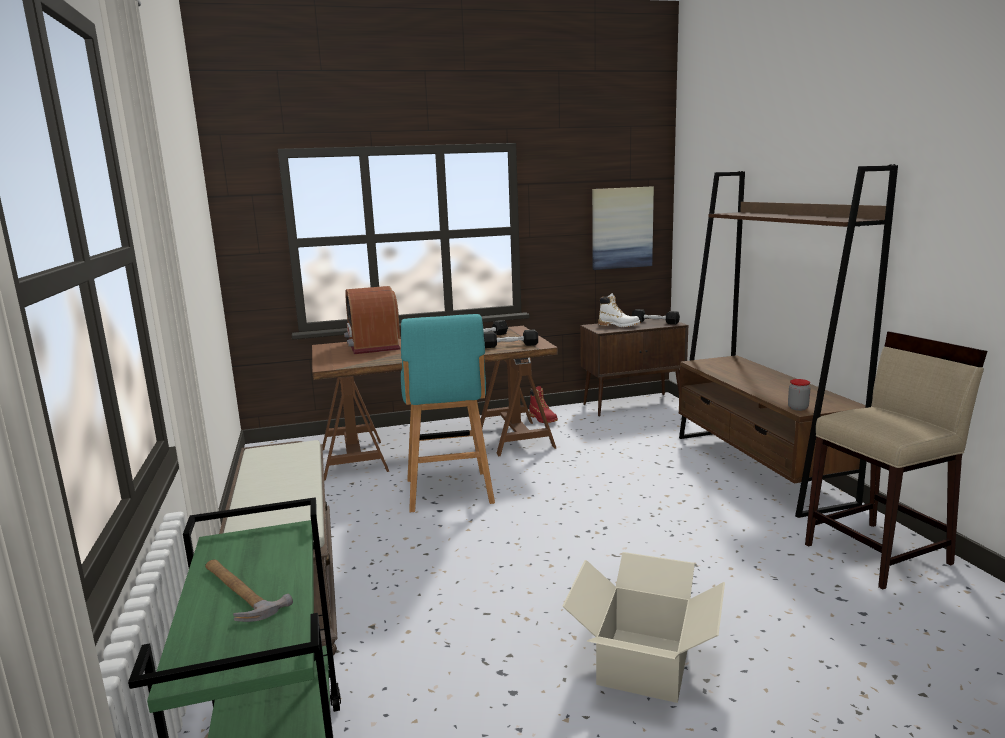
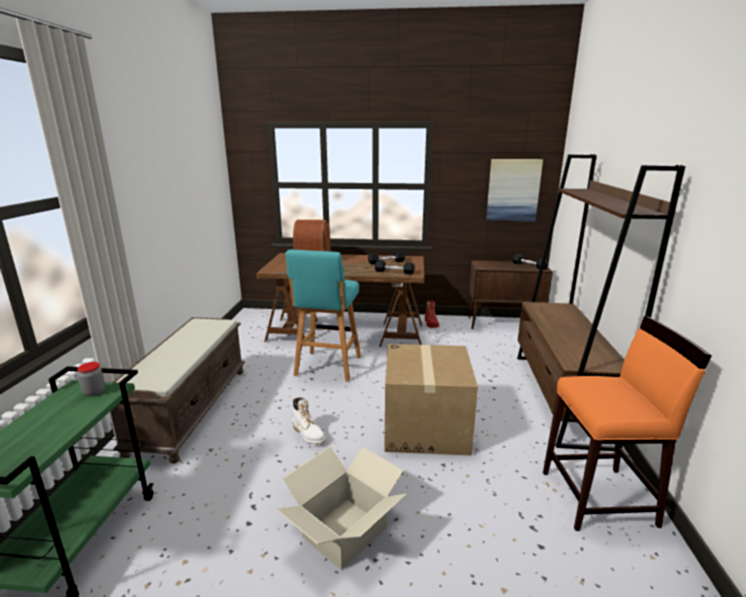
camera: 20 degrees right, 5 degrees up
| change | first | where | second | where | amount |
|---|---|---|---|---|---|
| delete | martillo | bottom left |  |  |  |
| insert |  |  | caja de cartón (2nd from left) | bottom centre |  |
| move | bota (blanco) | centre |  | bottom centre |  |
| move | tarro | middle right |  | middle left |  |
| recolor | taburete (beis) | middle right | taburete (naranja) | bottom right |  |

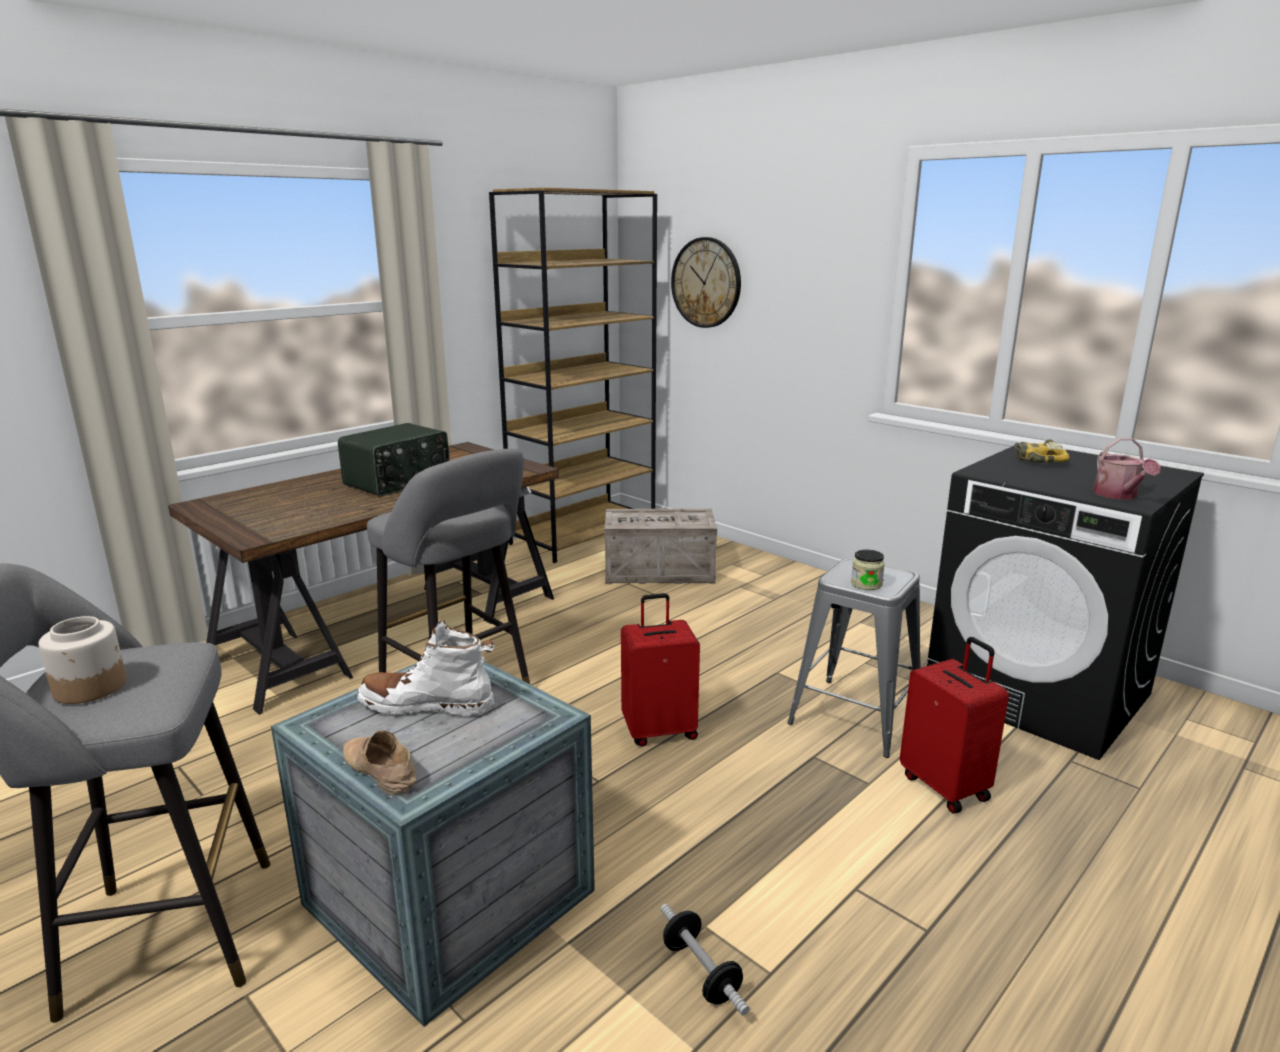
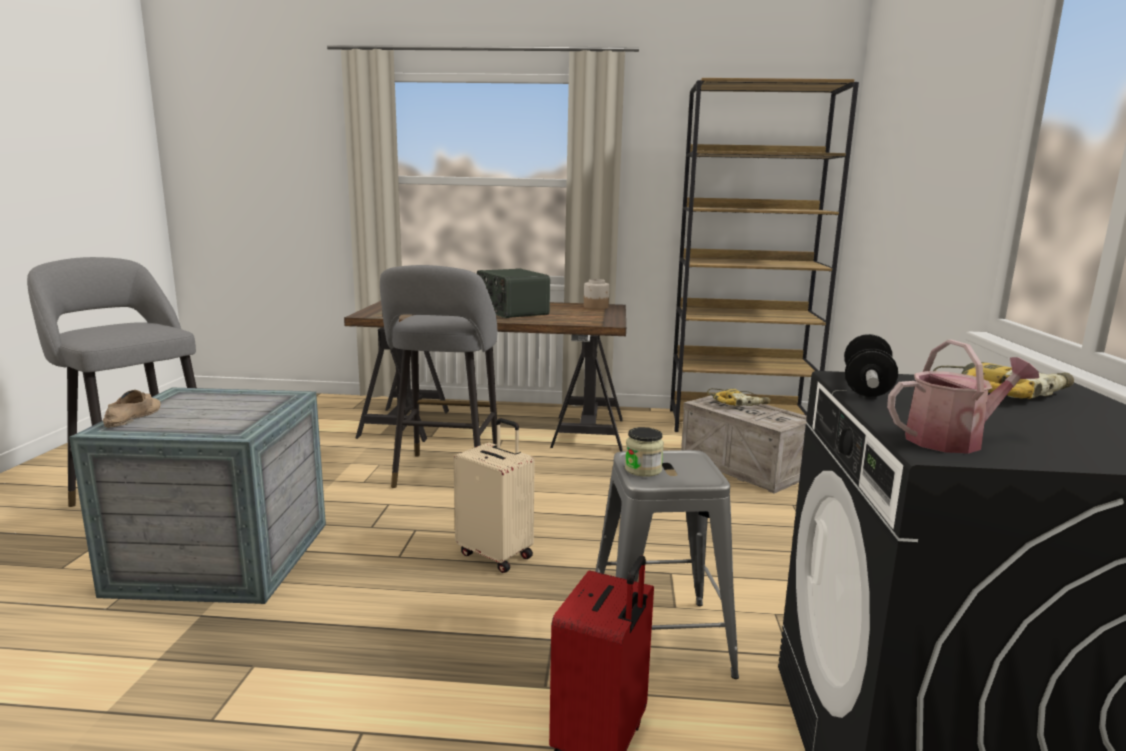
camera: 50 degrees right, 5 degrees down
| change | first | where | second | where | amount |
|---|---|---|---|---|---|
| delete | bota (blanco) | middle left |  |  |  |
| delete | reloj de pared | top centre |  |  |  |
| insert |  |  | taladro (1st from left) | centre |  |
| move | tarro (1st from left) | middle left |  | centre |  |
| move | mancuerna | bottom centre |  | middle right |  |
| recolor | maleta (rojo) (1st from left) | centre | maleta (beis) | centre |  |
| rotate | radio | middle left |  | centre | 60 degrees clockwise |
| rotate | regadera | middle right |  | middle right | 150 degrees counterclockwise |

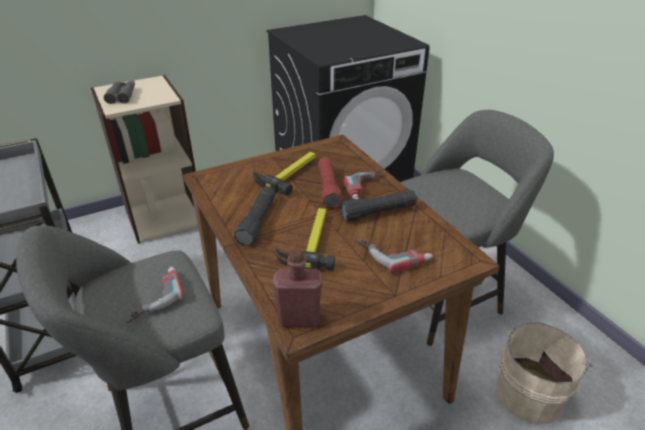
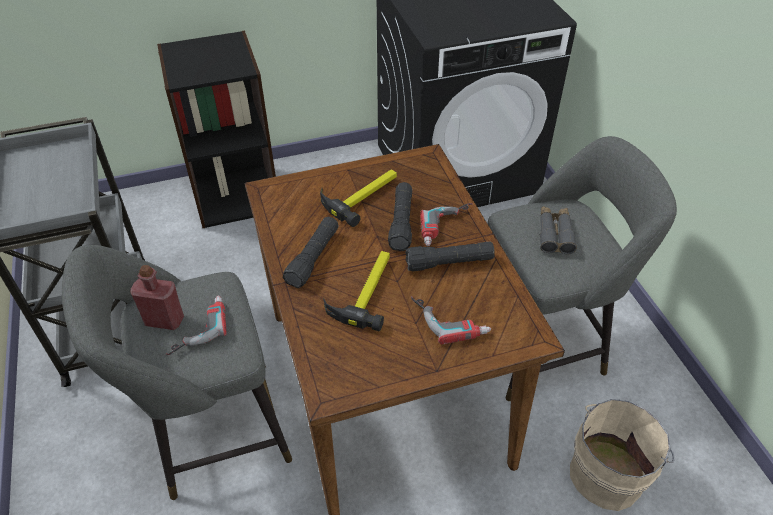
camera: 10 degrees right, 10 degrees up
| change | first | where | second | where | amount |
|---|---|---|---|---|---|
| move | prismáticos (gris) | top left |  | middle right |  |
| move | botella (rojo) | bottom centre |  | middle left |  |
| recolor | estantería (beis) | middle left | estantería (negro) | top left |  |
| recolor | linterna (rojo) | centre | linterna (negro) (2nd from left) | centre |  |

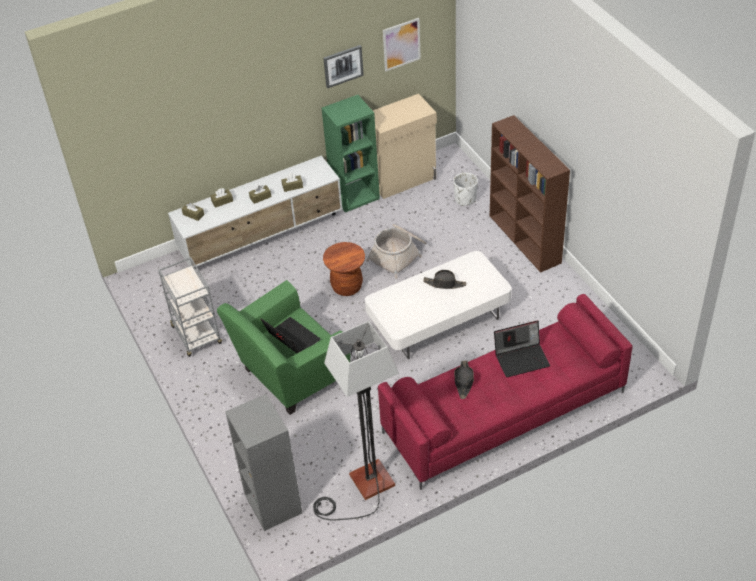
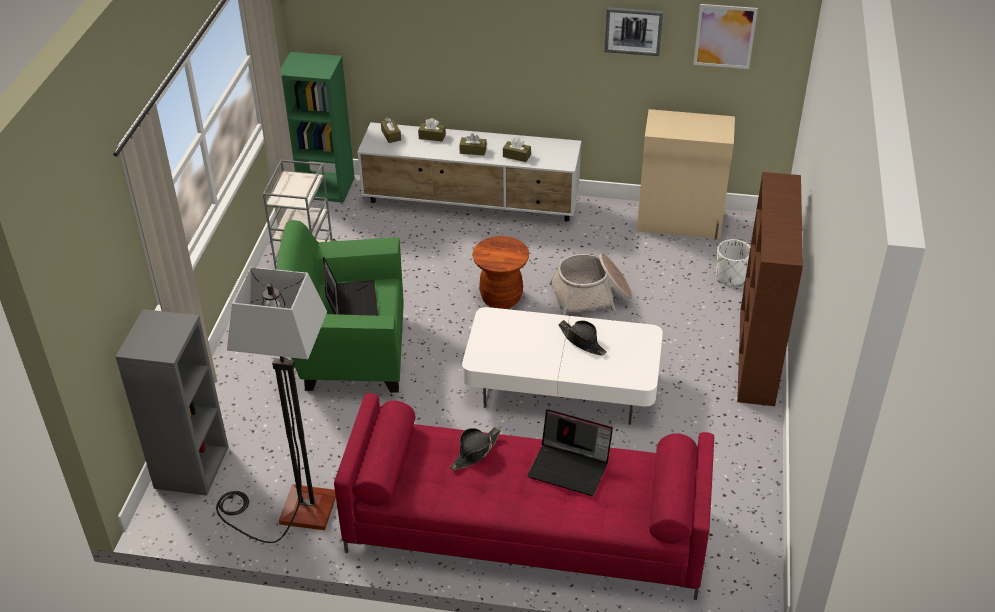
camera: 35 degrees right, 5 degrees down
| change | first | where | second | where | amount |
|---|---|---|---|---|---|
| move | estantería (verde) | top centre |  | top left |  |

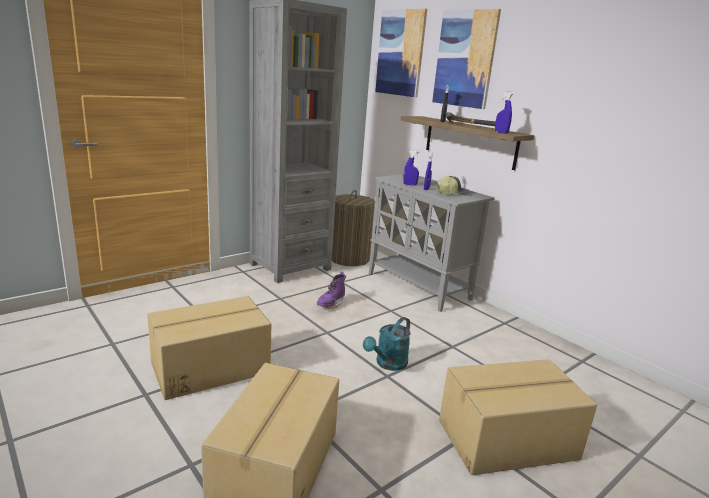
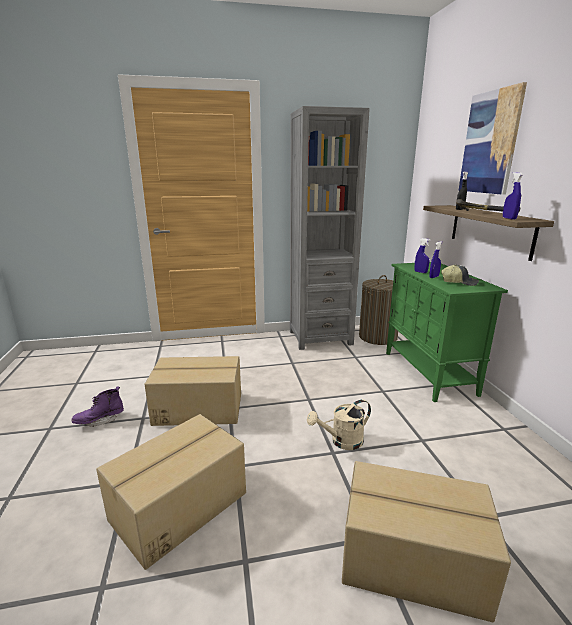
camera: 30 degrees right, 0 degrees up
| change | first | where | second | where | amount |
|---|---|---|---|---|---|
| delete | cuadro (1st from left) | top centre |  |  |  |
| move | bota (morado) | centre |  | middle left |  |
| recolor | regadera (turquesa) | bottom centre | regadera (beis) | bottom centre |  |
| recolor | armario (gris) | centre | armario (verde) | middle right |  |

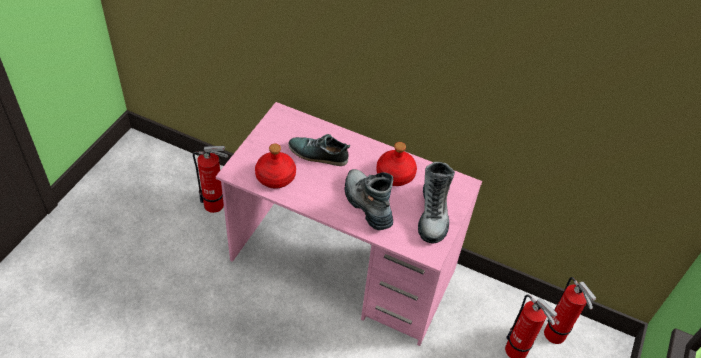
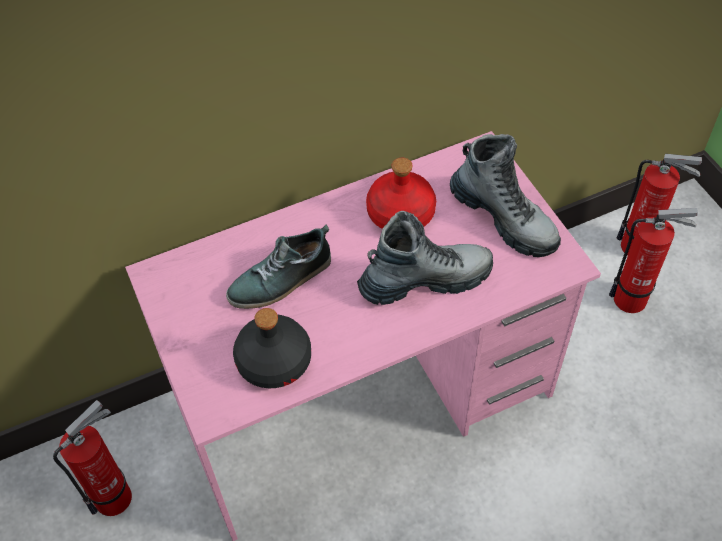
camera: 45 degrees left, 5 degrees up
| change | first | where | second | where | amount |
|---|---|---|---|---|---|
| recolor | botella (rojo) (1st from left) | centre | botella (negro) | centre |  |
| rotate | bota (1st from left) | centre |  | centre | 150 degrees clockwise |

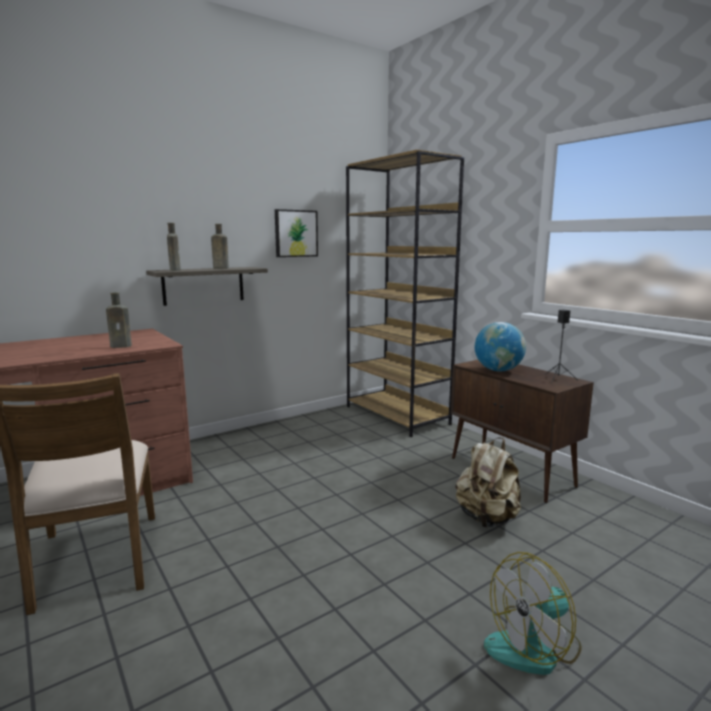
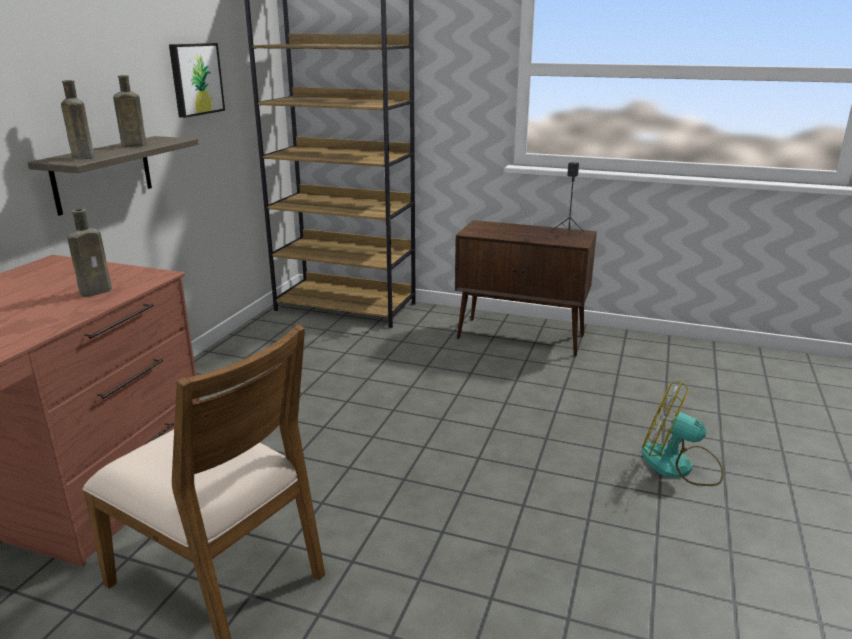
camera: 35 degrees left, 10 degrees up
| change | first | where | second | where | amount |
|---|---|---|---|---|---|
| delete | mochila (beis) | bottom right |  |  |  |
| delete | globo terráqueo | middle right |  |  |  |
| rotate | ventilador | bottom right |  | bottom right | 90 degrees clockwise |

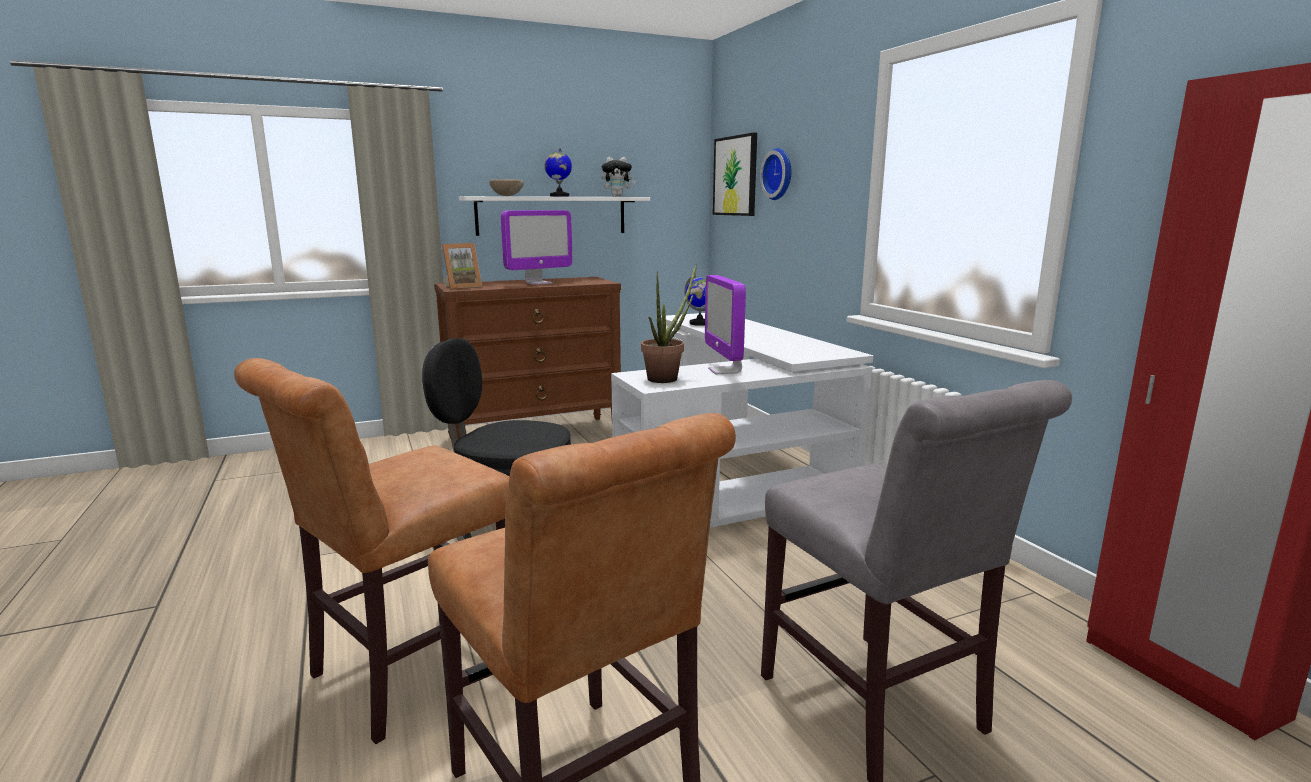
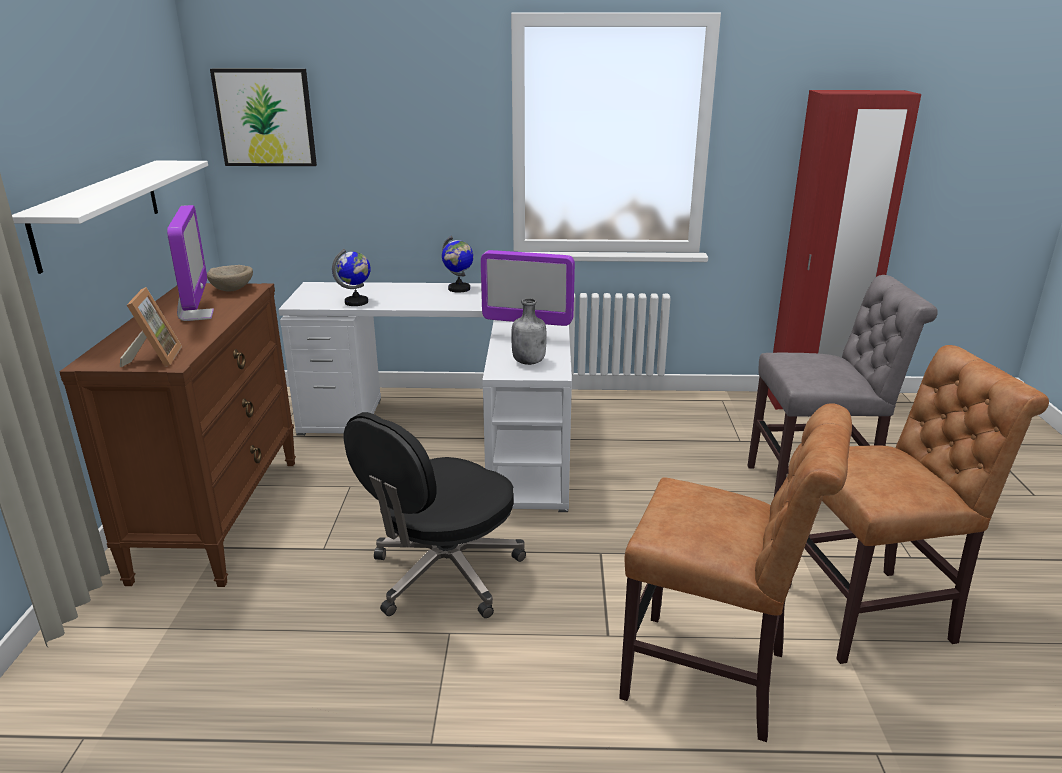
camera: 65 degrees left, 10 degrees up
| change | first | where | second | where | amount |
|---|---|---|---|---|---|
| delete | peluche | top centre |  |  |  |
| delete | reloj de pared | top centre |  |  |  |
| move | cuenco (beis) | top centre |  | middle left |  |
| move | globo terráqueo (1st from left in the first image) | top centre | globo terráqueo (2nd from left) | centre |  |
| replace | planta en maceta | centre | botella (gris) | centre |  |
| rotate | silla (marrón) (1st from left) | bottom left |  | bottom right | 45 degrees counterclockwise |

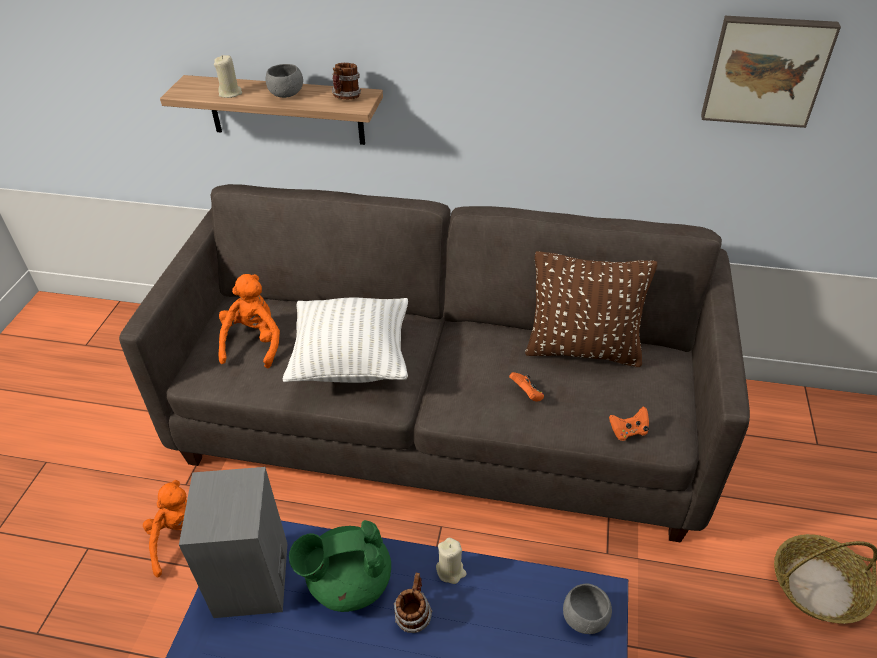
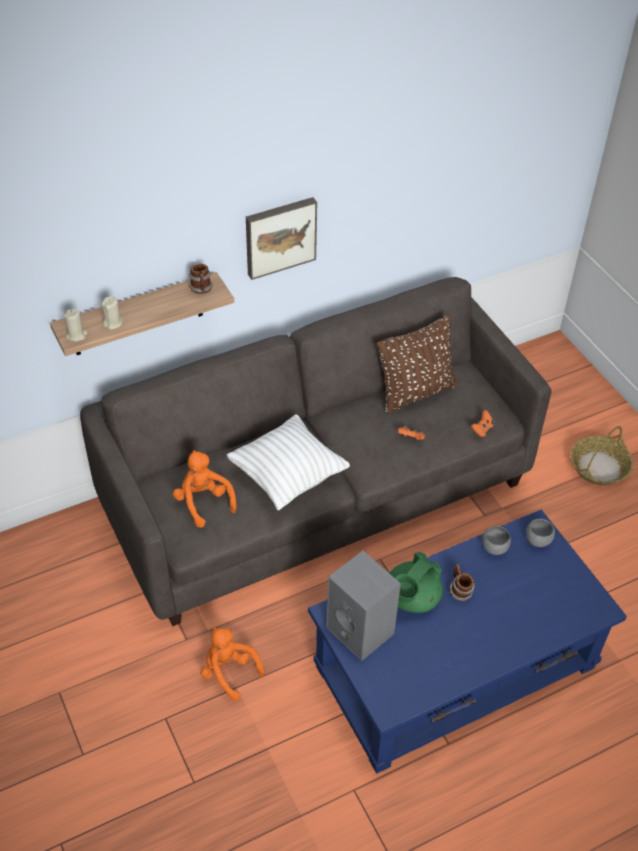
camera: 40 degrees left, 5 degrees up
| change | first | where | second | where | amount |
|---|---|---|---|---|---|
| move | cuenco (gris) (1st from left) | top left |  | middle right |  |
| move | vela (beis) (2nd from left in the first image) | bottom centre | vela (beis) (1st from left) | middle left |  |
| move | cuadro | top right |  | top centre |  |

